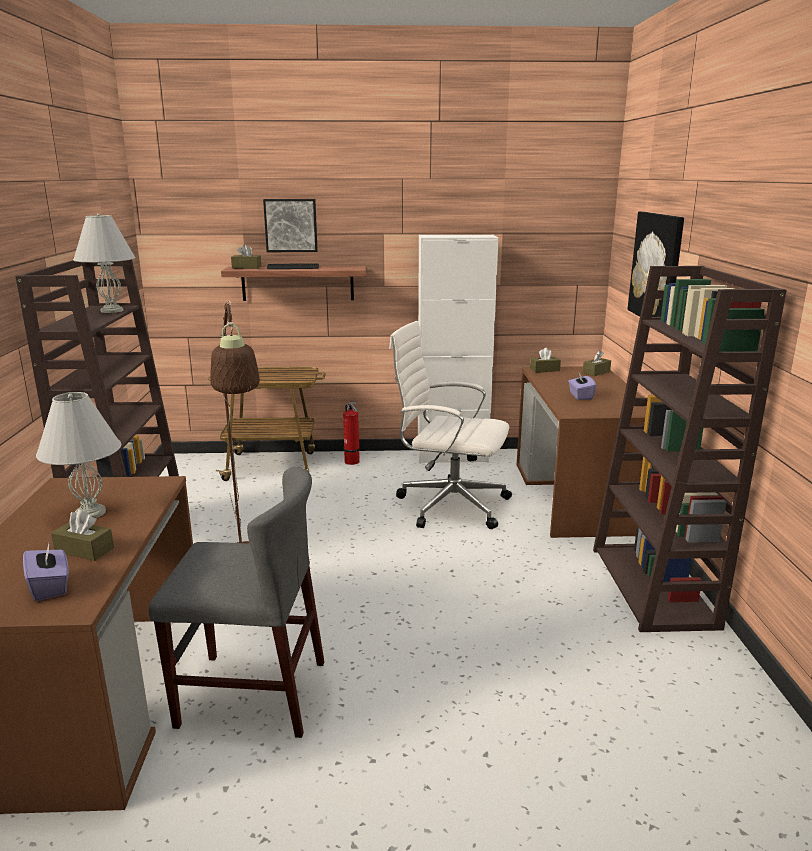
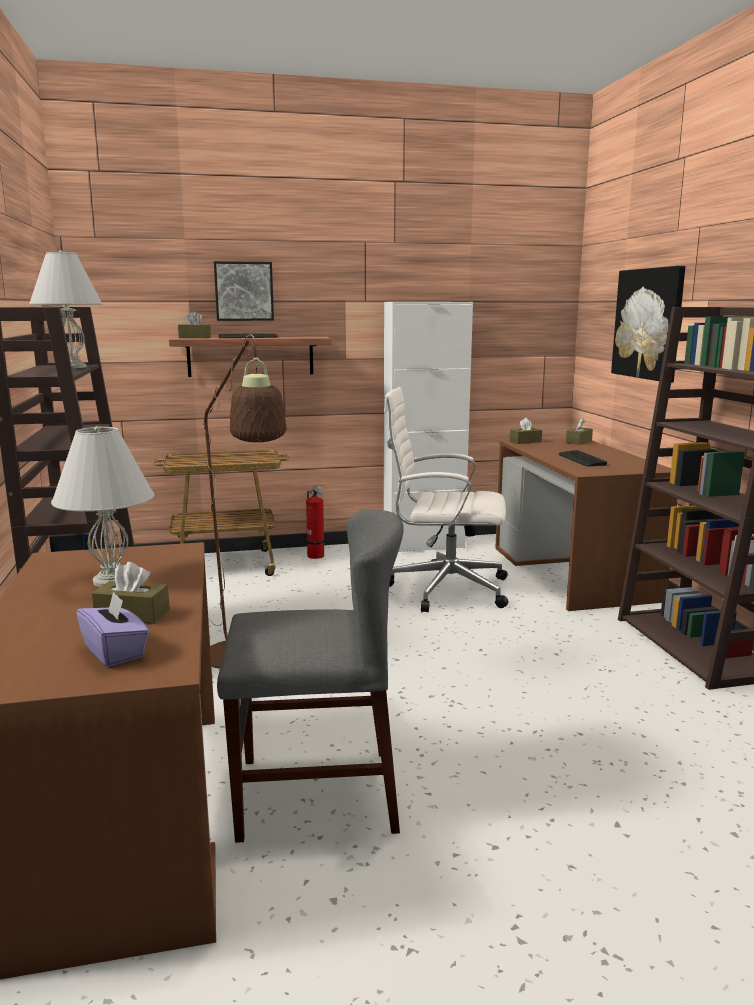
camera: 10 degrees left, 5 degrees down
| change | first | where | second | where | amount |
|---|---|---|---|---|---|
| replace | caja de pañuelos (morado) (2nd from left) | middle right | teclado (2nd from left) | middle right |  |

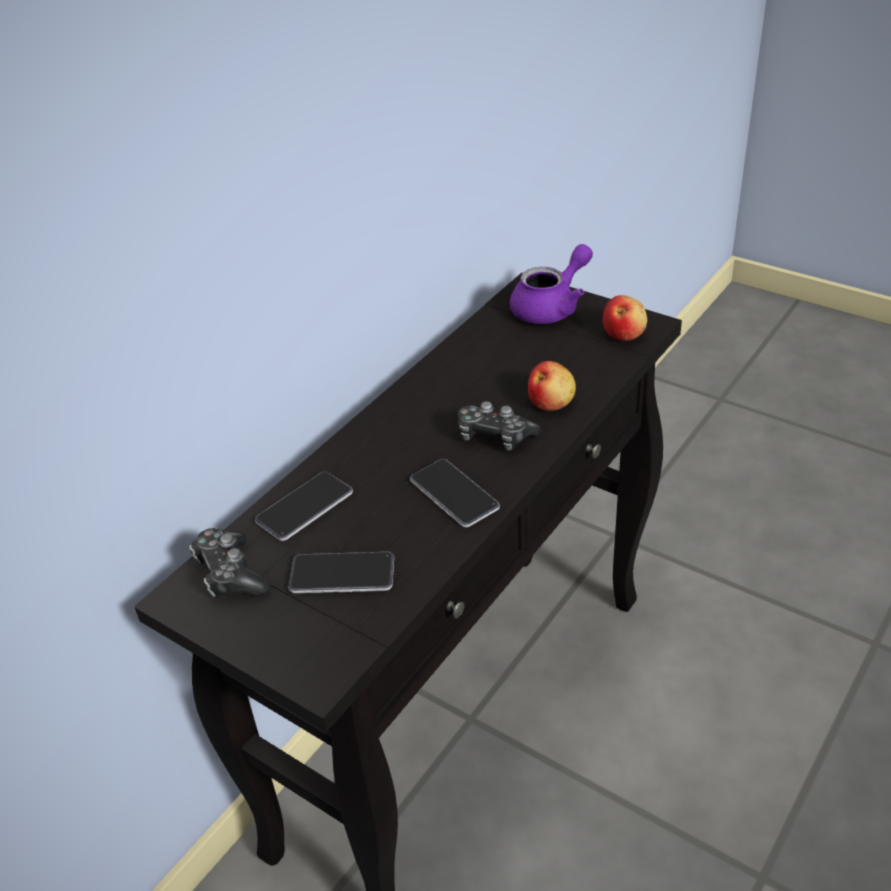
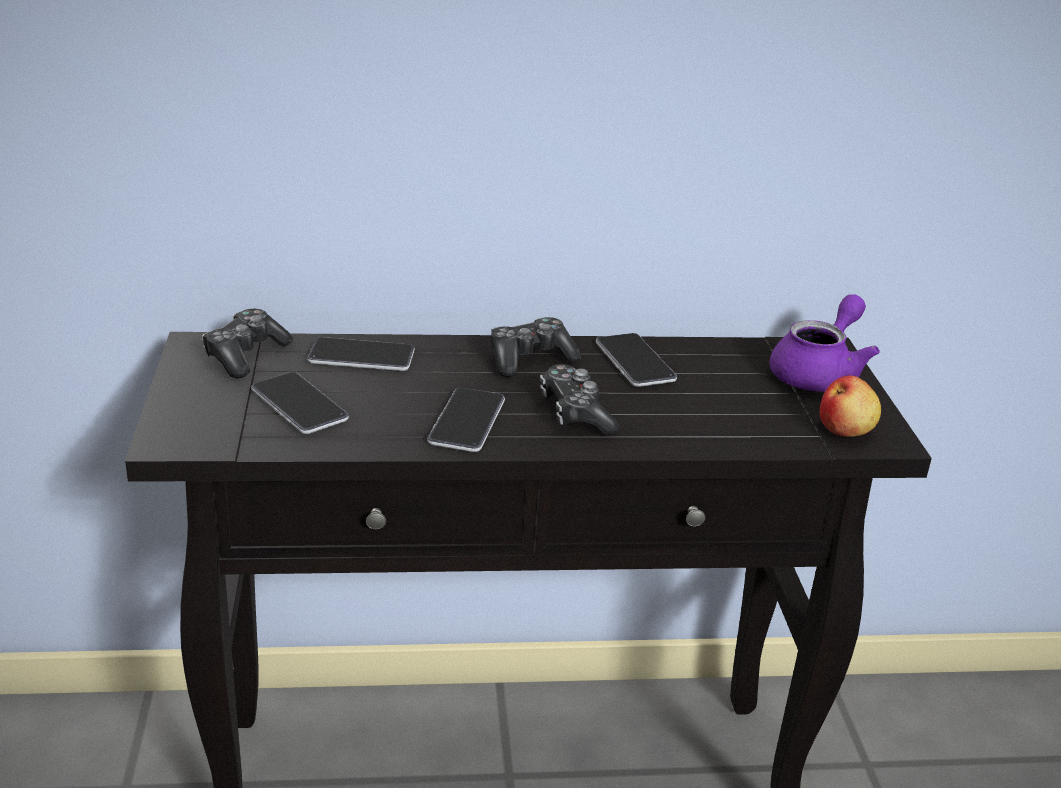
camera: 45 degrees right, 10 degrees down
| change | first | where | second | where | amount |
|---|---|---|---|---|---|
| delete | manzana (1st from left) | centre |  |  |  |
| insert |  |  | mando de consola (2nd from left) | centre |  |
| insert |  |  | móvil (4th from left) | centre |  |
| rotate | tetera (morado) | top centre |  | middle right | 60 degrees counterclockwise |

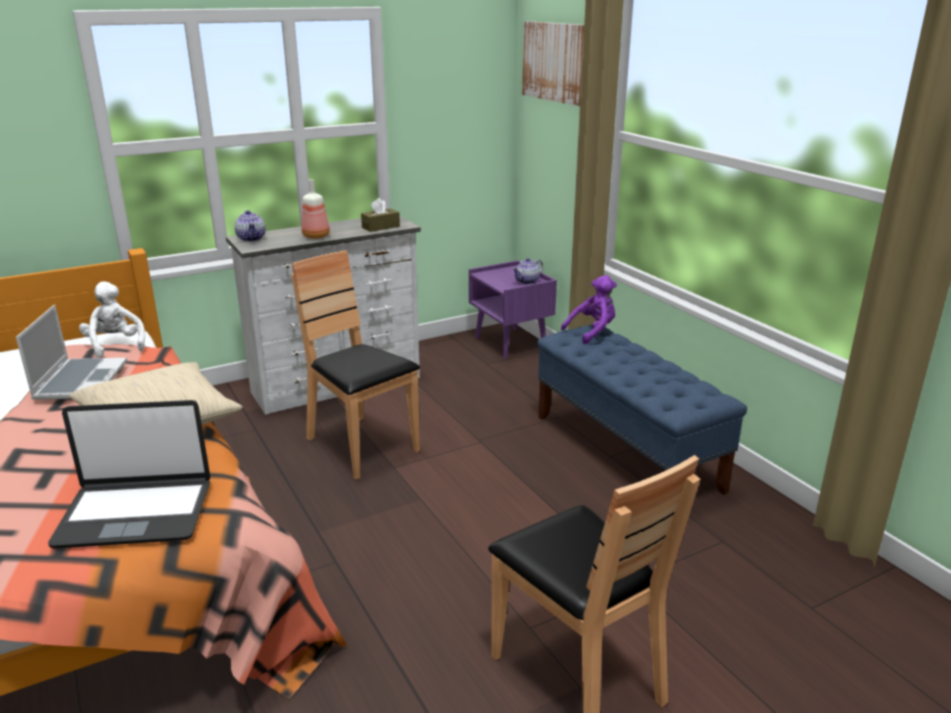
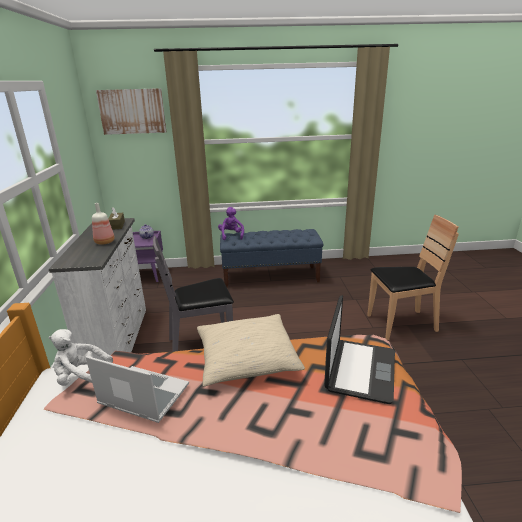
camera: 65 degrees left, 0 degrees up
| change | first | where | second | where | amount |
|---|---|---|---|---|---|
| delete | tetera (1st from left) | top left |  |  |  |
| recolor | silla (marrón) (1st from left) | centre | silla (gris) | centre |  |

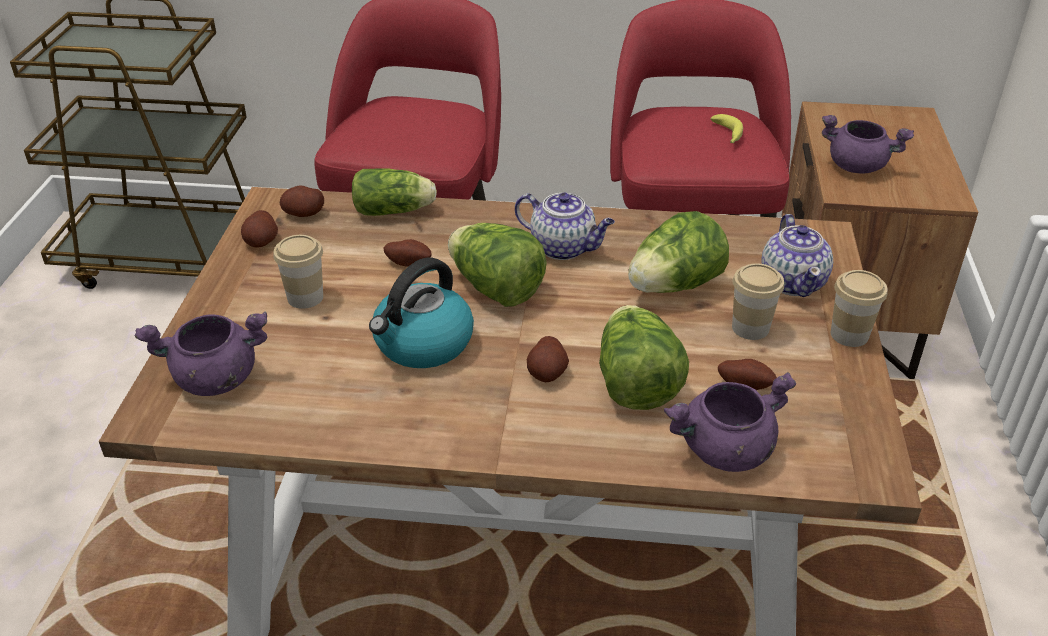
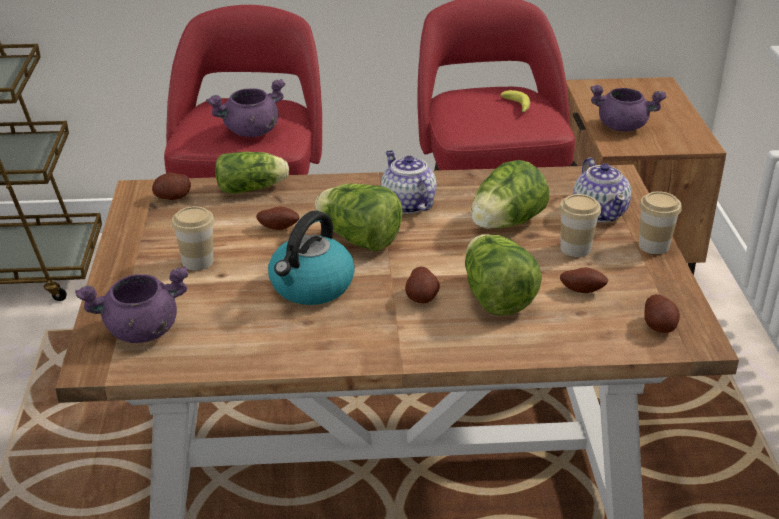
camera: 10 degrees left, 5 degrees down
| change | first | where | second | where | amount |
|---|---|---|---|---|---|
| move | patata (1st from left in the first image) | middle left | patata (5th from left) | middle right |  |
| move | olla (morado) (2nd from left) | middle right |  | top left |  |
| rotate | tetera (1st from left) | centre |  | centre | 135 degrees counterclockwise |

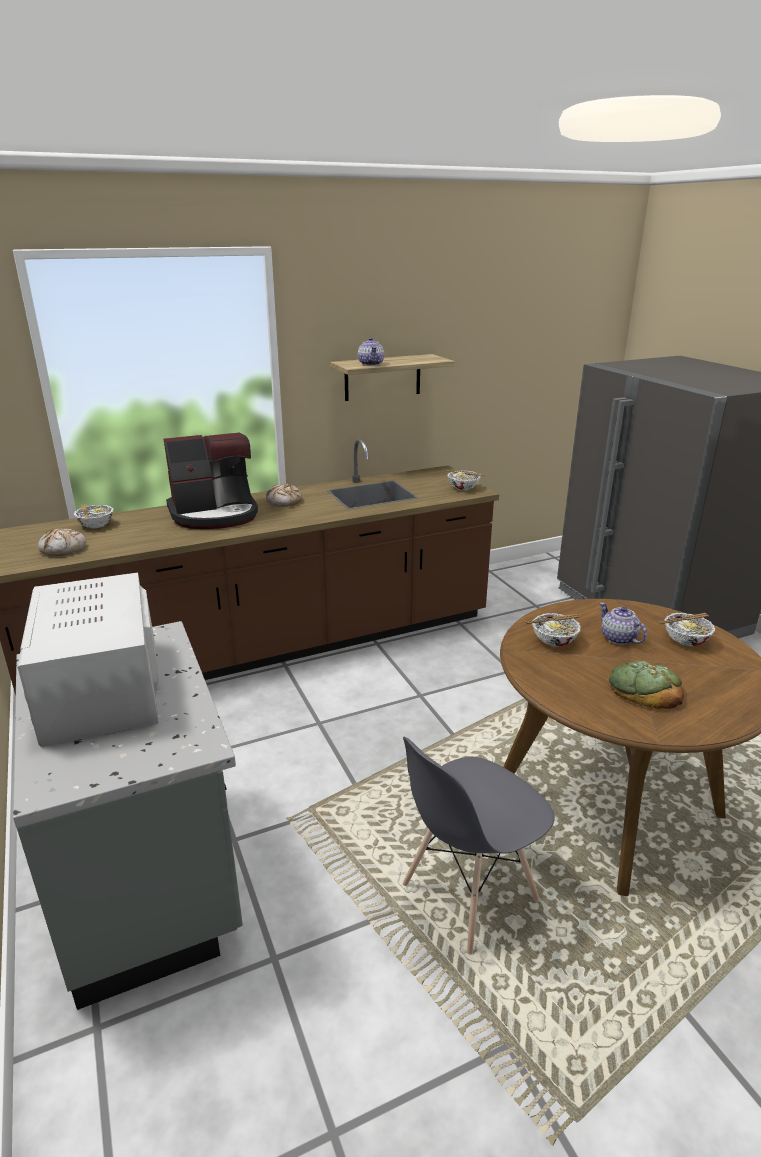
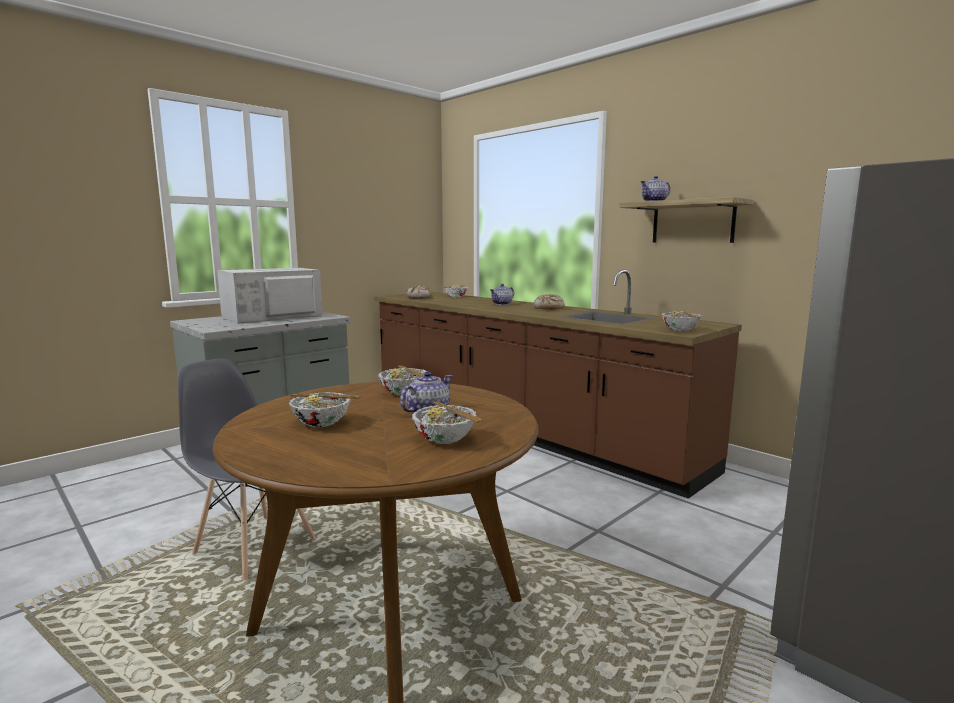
camera: 70 degrees right, 15 degrees down
| change | first | where | second | where | amount |
|---|---|---|---|---|---|
| replace | cafetera | middle left | tetera (2nd from left) | centre |  |
| replace | pan (3rd from left) | middle right | cuenco (1st from left) | centre |  |

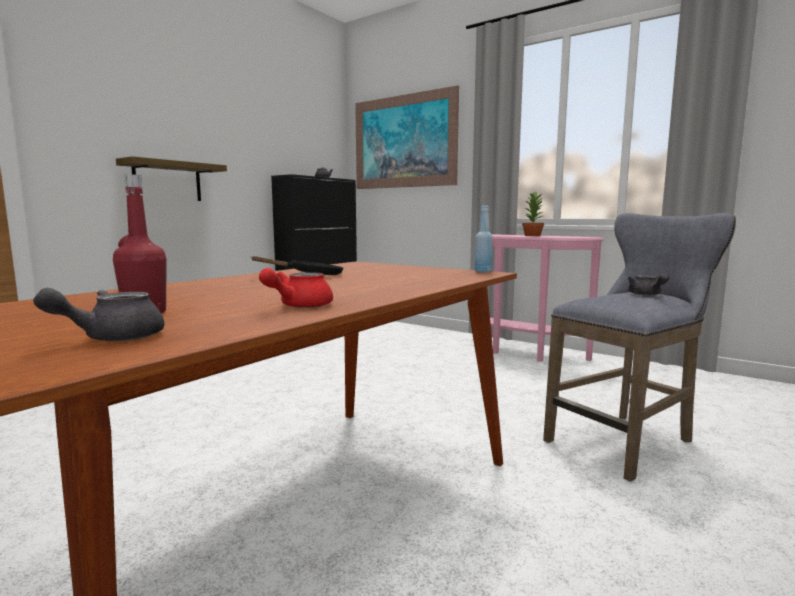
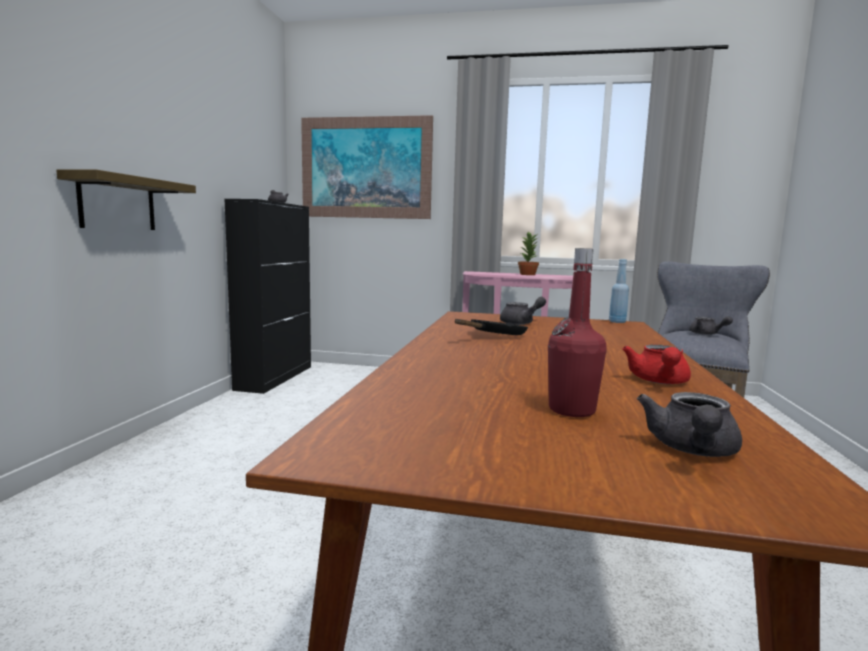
camera: 25 degrees left, 0 degrees up
| change | first | where | second | where | amount |
|---|---|---|---|---|---|
| insert |  |  | tetera (gris) (2nd from left) | centre |  |

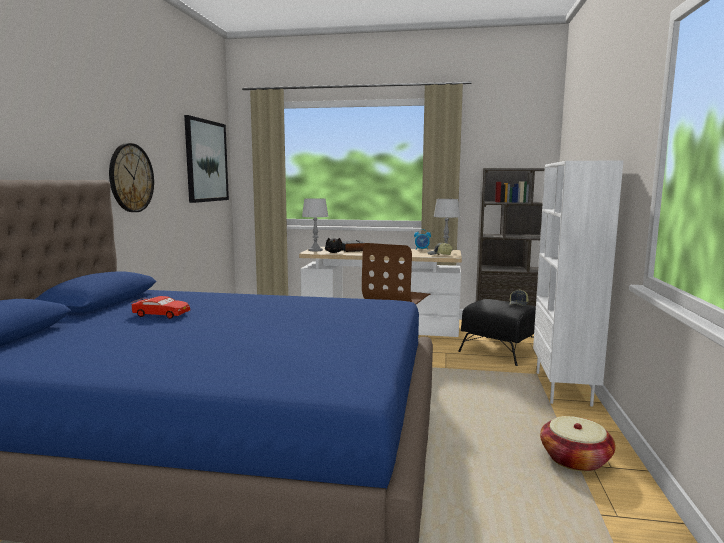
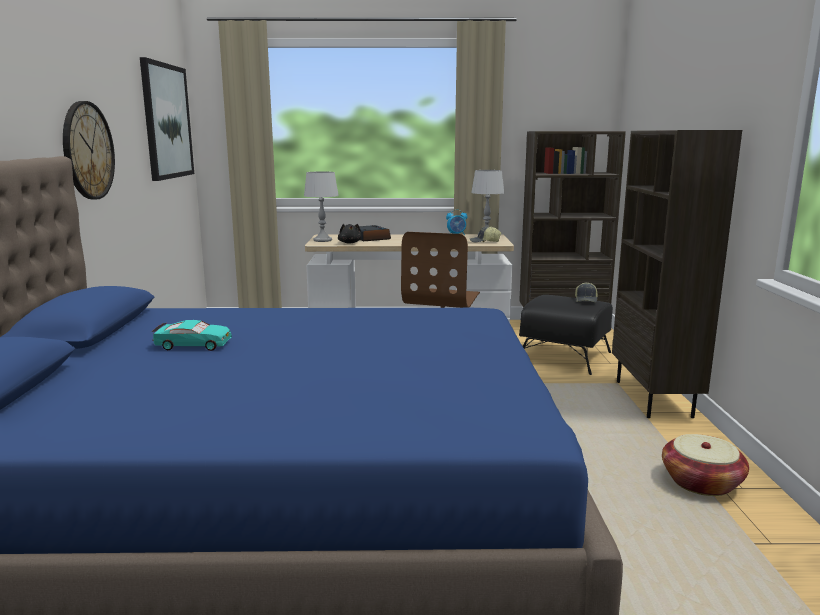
camera: 10 degrees left, 5 degrees up
| change | first | where | second | where | amount |
|---|---|---|---|---|---|
| recolor | coche de juguete (rojo) | middle left | coche de juguete (turquesa) | middle left |  |
| recolor | estantería (blanco) | middle right | estantería (marrón) (2nd from left) | middle right |  |

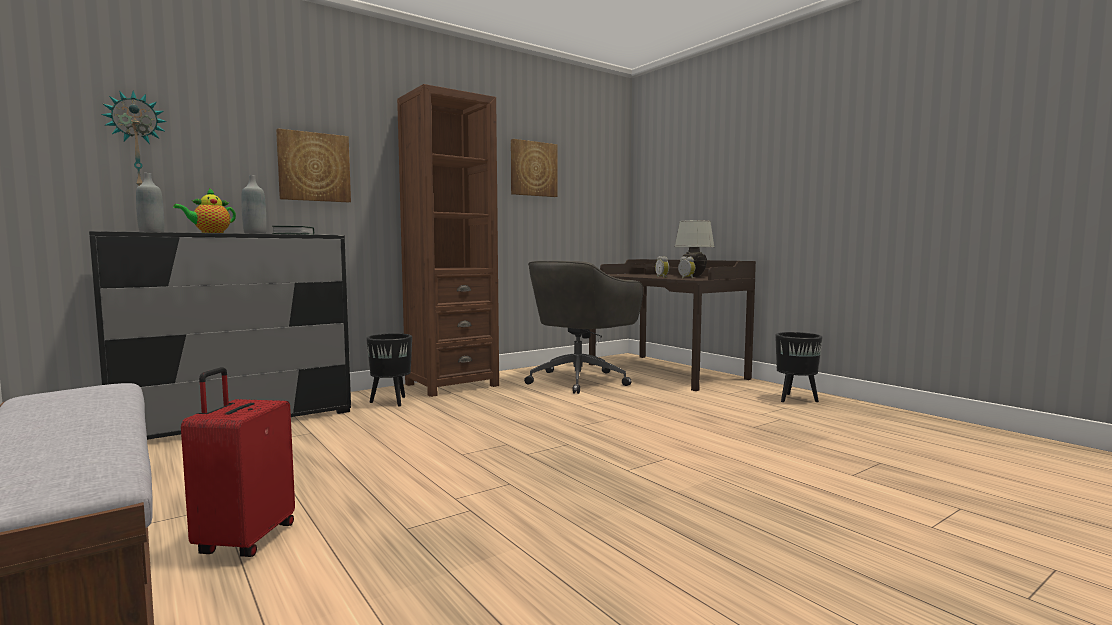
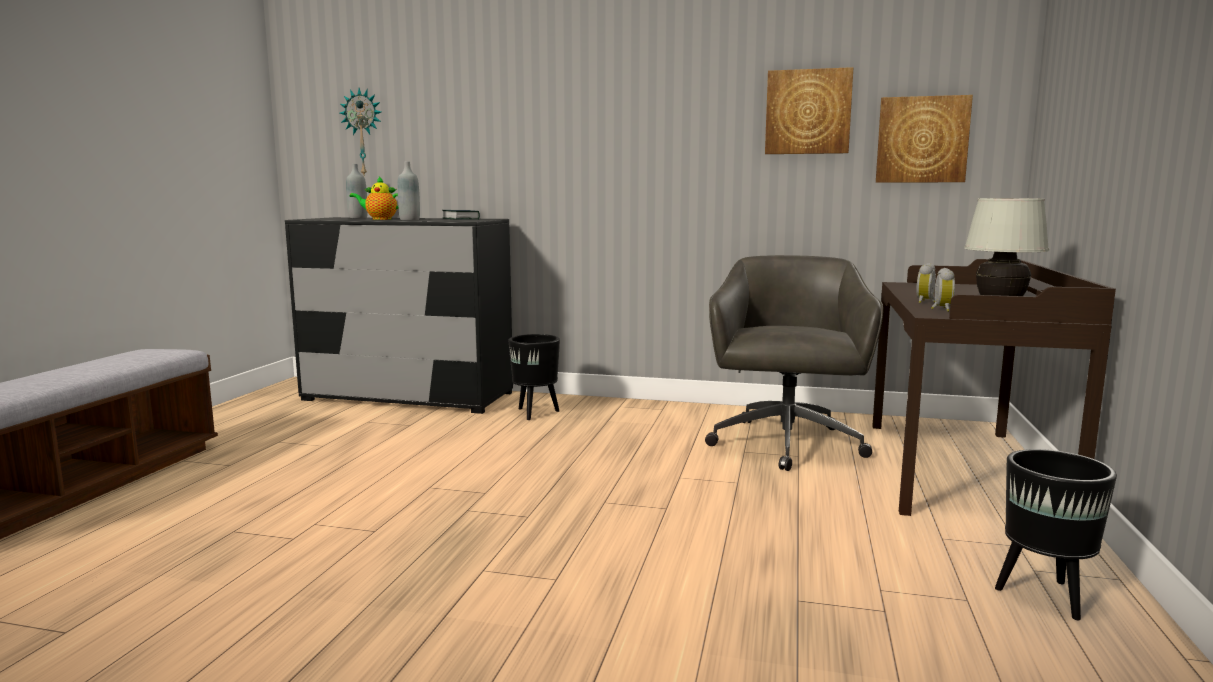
camera: 50 degrees right, 5 degrees up
| change | first | where | second | where | amount |
|---|---|---|---|---|---|
| delete | maleta (rojo) | bottom left |  |  |  |
| delete | estantería (marrón) | centre |  |  |  |
| move | cuadro (1st from left in the first image) | top left | cuadro (2nd from left) | top right |  |
| rotate | silla de oficina (gris) | centre |  | centre | 105 degrees clockwise |

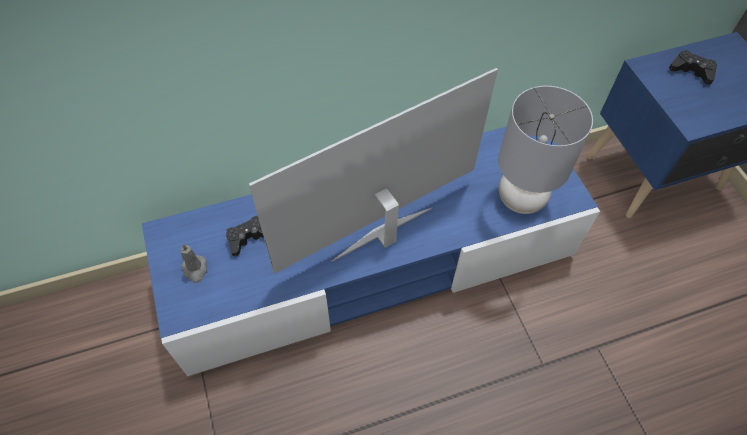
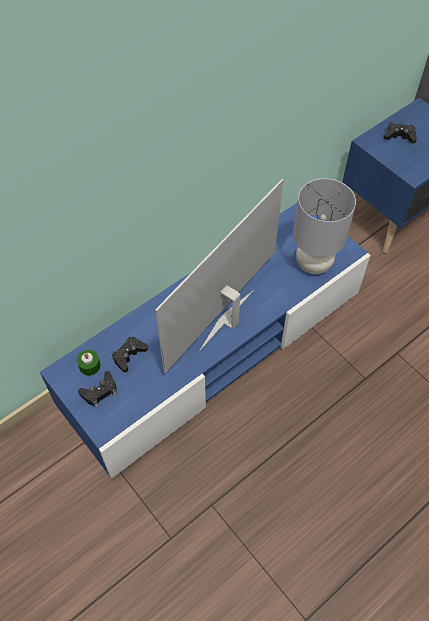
camera: 20 degrees left, 0 degrees up
| change | first | where | second | where | amount |
|---|---|---|---|---|---|
| insert |  |  | vela (verde) | middle left |  |
| replace | vela (gris) | middle left | mando de consola (negro) (1st from left) | middle left |  |

